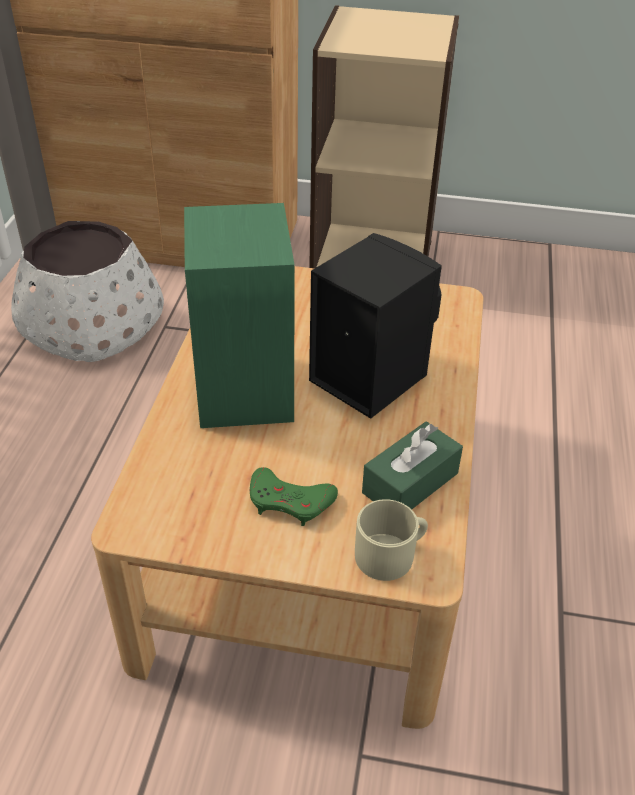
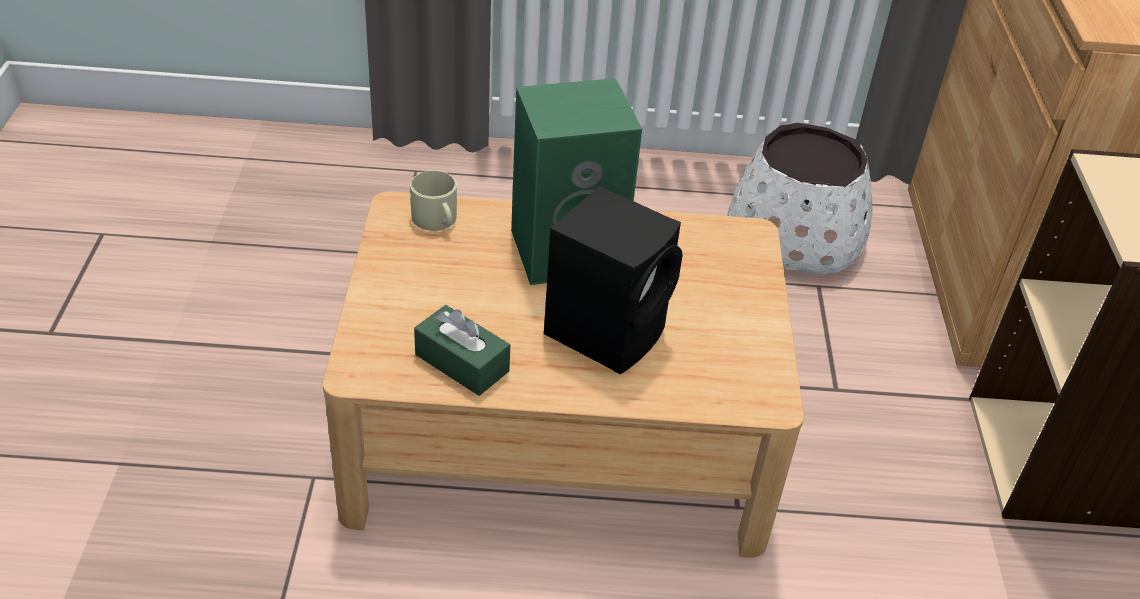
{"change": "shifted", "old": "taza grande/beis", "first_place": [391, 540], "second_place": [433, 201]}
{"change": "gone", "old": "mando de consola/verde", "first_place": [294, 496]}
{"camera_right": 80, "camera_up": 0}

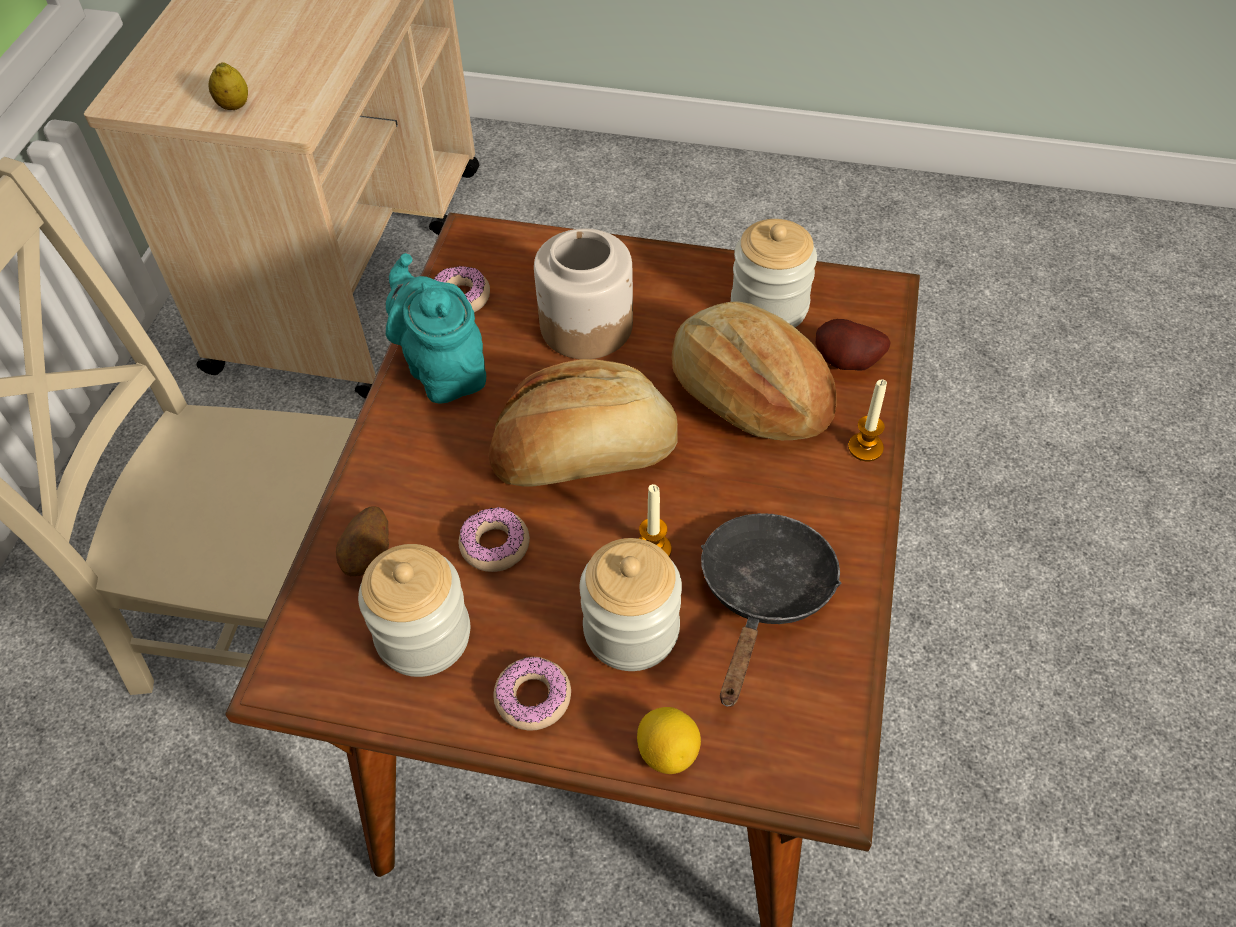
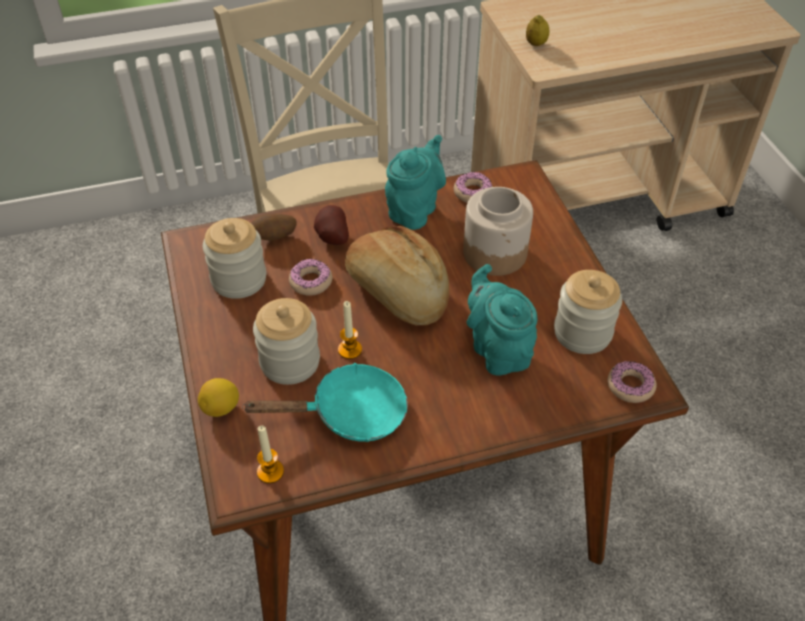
{"change": "repainted", "old": "sartén/negro", "new": "sartén/turquesa", "first_place": [771, 610], "second_place": [325, 402]}
{"change": "shifted", "old": "vela", "first_place": [867, 420], "second_place": [270, 455]}
{"change": "shifted", "old": "patata", "first_place": [853, 345], "second_place": [331, 225]}
{"change": "swapped", "old": "pan", "new": "tetera/turquesa", "first_place": [754, 370], "second_place": [502, 319]}
{"change": "shifted", "old": "rosquilla", "first_place": [532, 693], "second_place": [632, 382]}
{"camera_right": 60, "camera_up": -5}

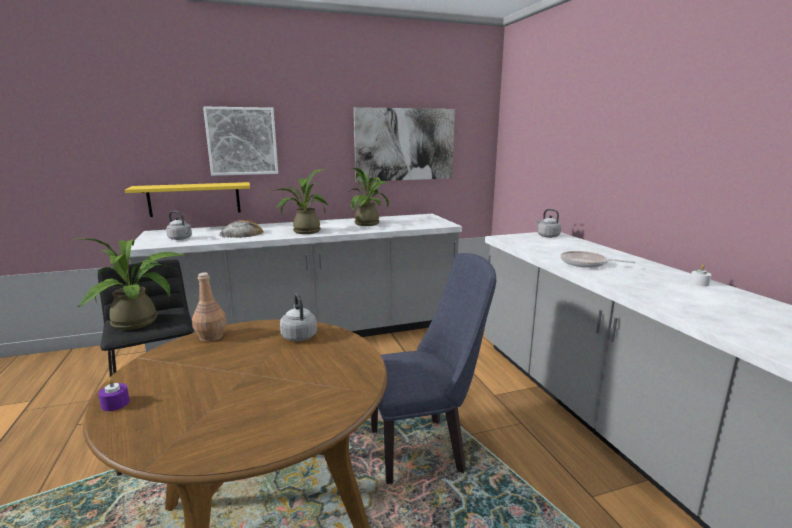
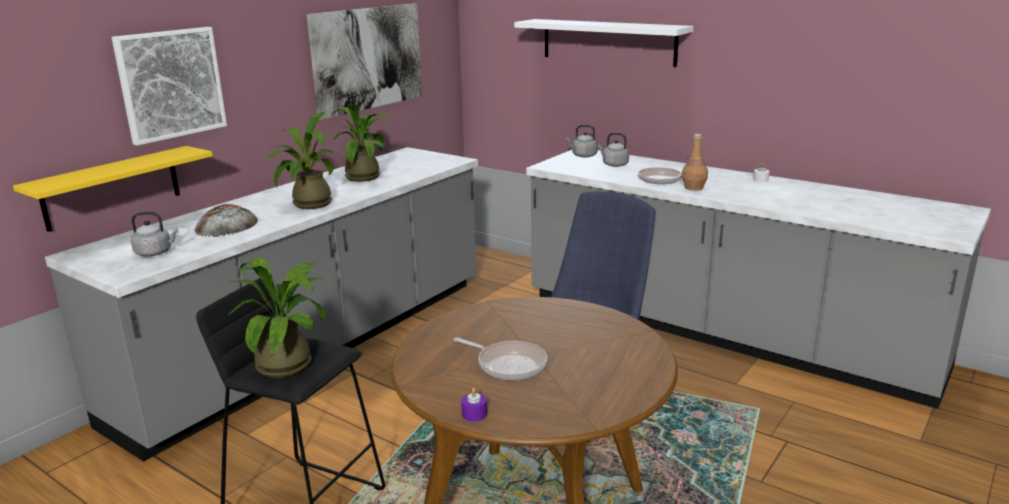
{"change": "new", "new": "sartén", "second_place": [500, 358]}
{"change": "new", "new": "estante/blanco", "second_place": [604, 43]}
{"change": "shifted", "old": "hervidor/gris", "first_place": [298, 317], "second_place": [613, 150]}
{"change": "shifted", "old": "botella/marrón", "first_place": [209, 307], "second_place": [695, 162]}
{"camera_right": -35, "camera_up": 5}

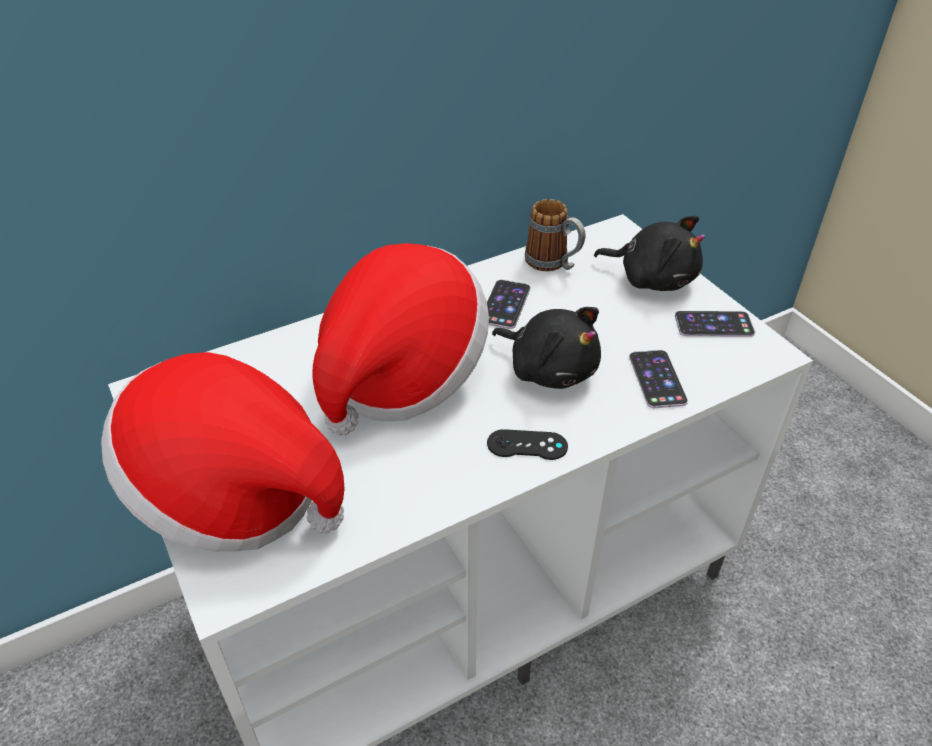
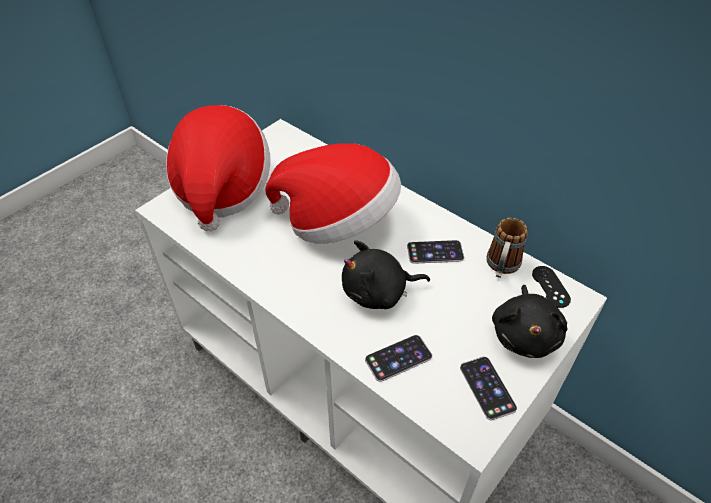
{"change": "rotated", "old": "peluche/negro", "first_place": [546, 348], "second_place": [386, 274], "degrees": 60}
{"change": "shifted", "old": "mando de consola/negro", "first_place": [527, 444], "second_place": [551, 287]}
{"camera_right": 70, "camera_up": 5}

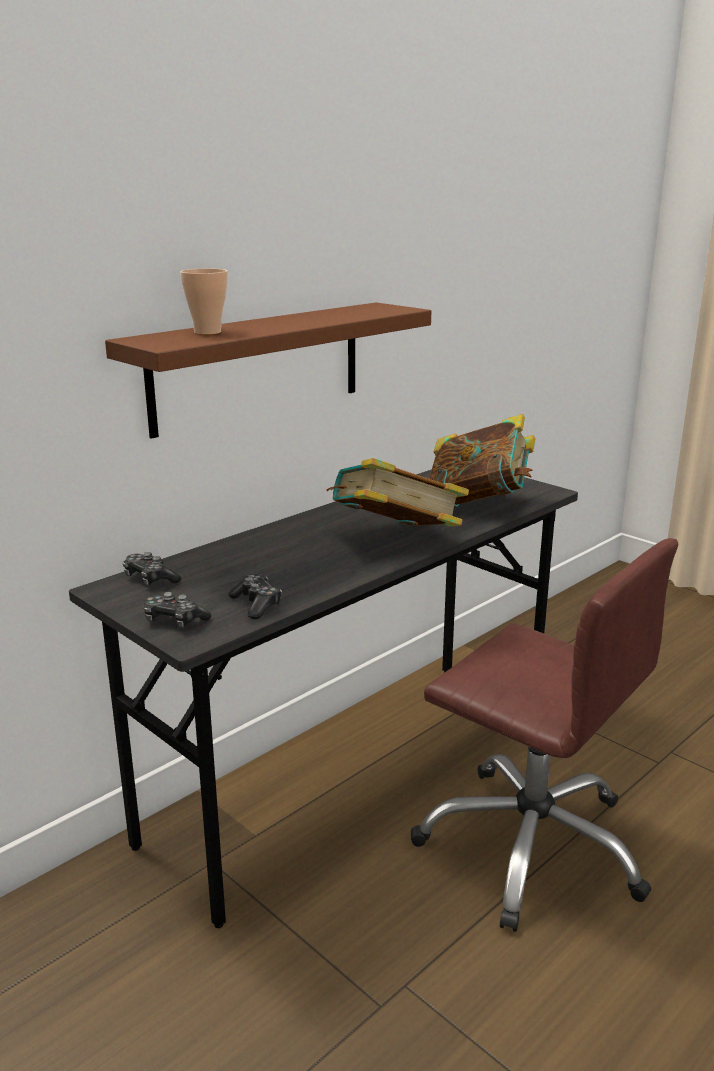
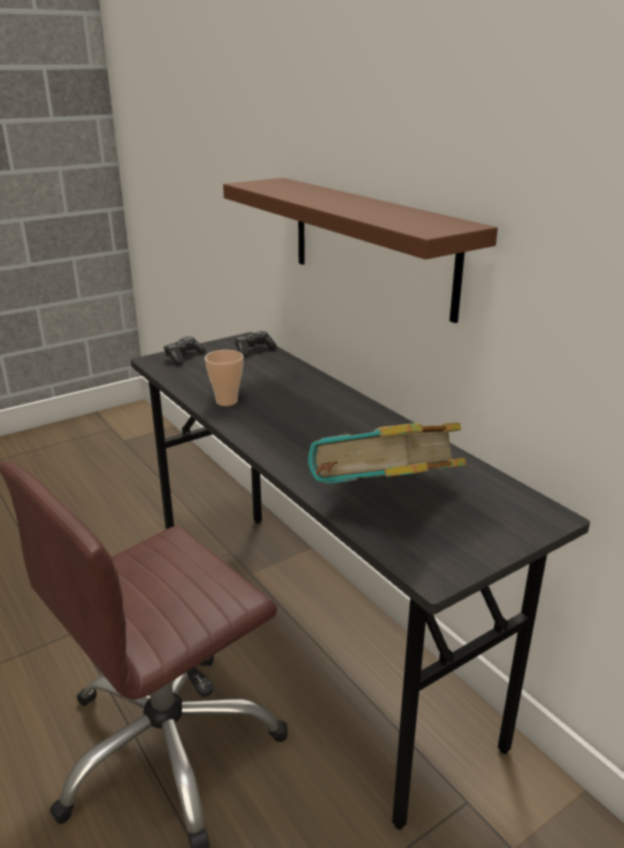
{"change": "shifted", "old": "taza", "first_place": [204, 302], "second_place": [224, 378]}
{"change": "gone", "old": "mando de consola", "first_place": [255, 596]}
{"change": "gone", "old": "libro", "first_place": [397, 492]}
{"camera_right": 100, "camera_up": 5}

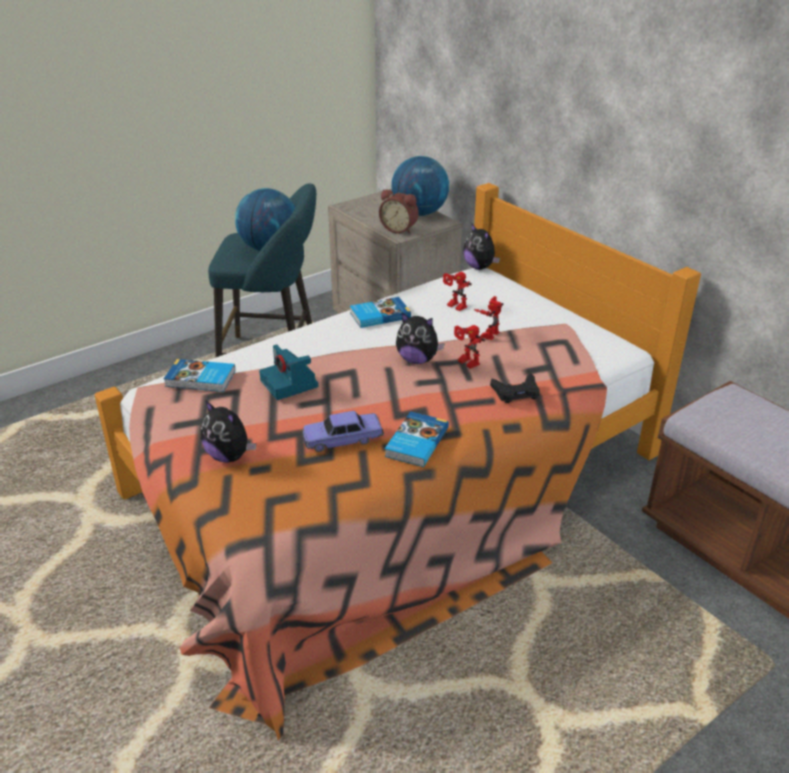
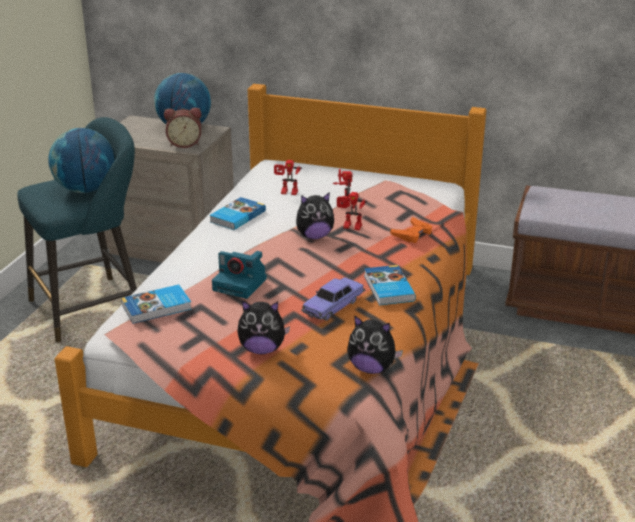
{"change": "shifted", "old": "peluche", "first_place": [481, 247], "second_place": [375, 344]}
{"change": "repainted", "old": "mando de consola/negro", "new": "mando de consola/naranja", "first_place": [515, 388], "second_place": [411, 230]}
{"camera_right": -35, "camera_up": -5}

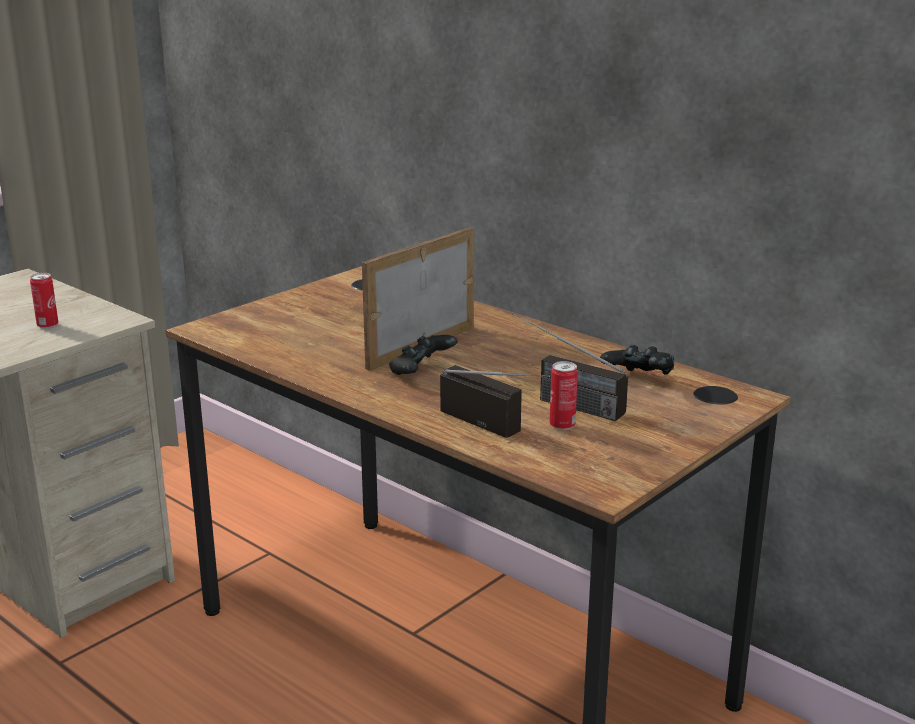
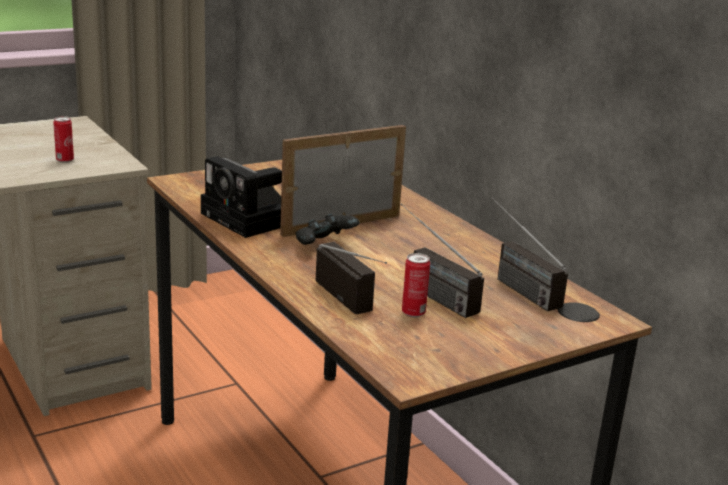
{"change": "new", "new": "cámara", "second_place": [241, 197]}
{"change": "swapped", "old": "mando de consola/negro", "new": "radio", "first_place": [637, 360], "second_place": [530, 254]}
{"camera_right": 15, "camera_up": 0}

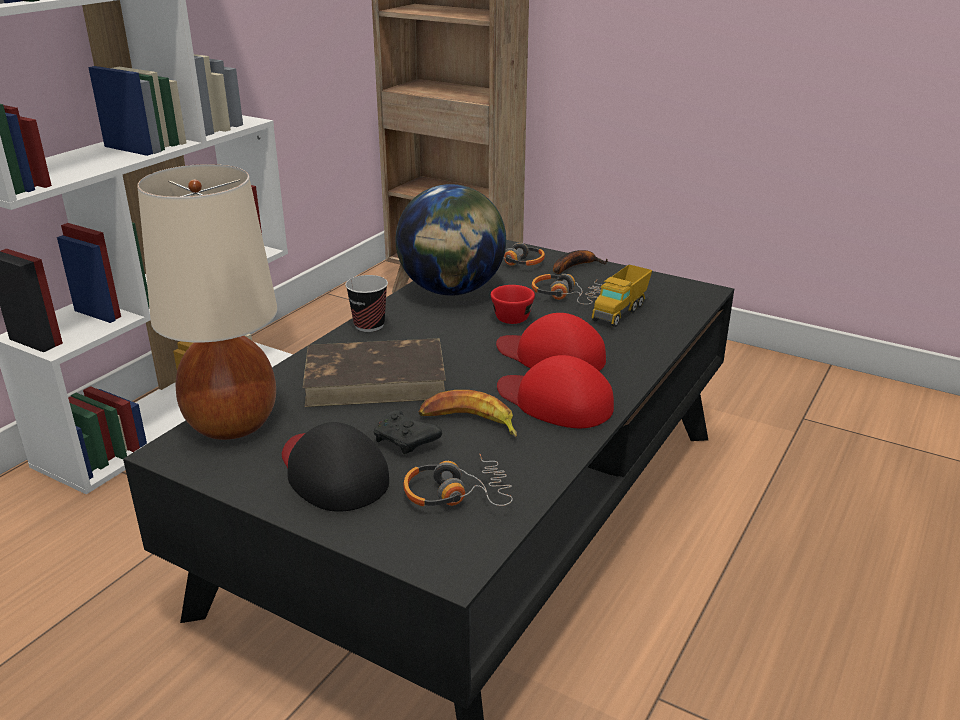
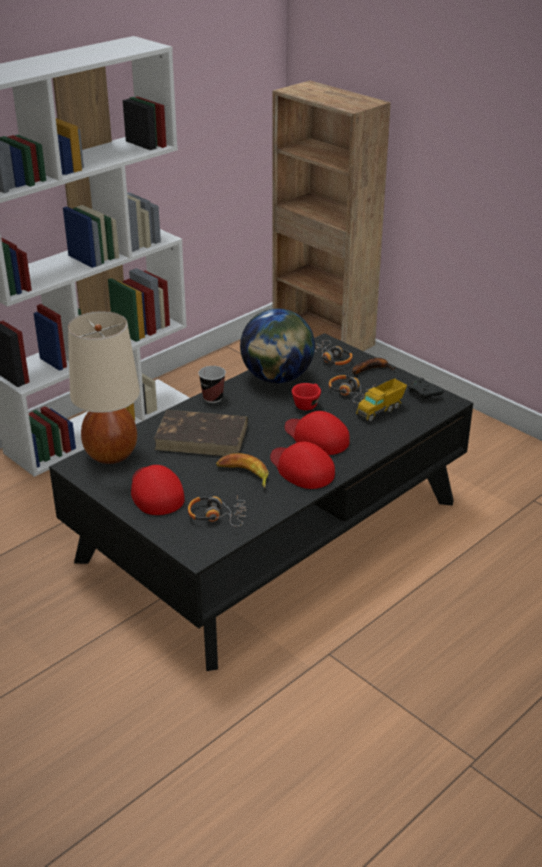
{"change": "repainted", "old": "gorra/negro", "new": "gorra/rojo", "first_place": [335, 467], "second_place": [158, 490]}
{"change": "shifted", "old": "mando de consola/negro", "first_place": [408, 432], "second_place": [425, 389]}
{"camera_right": 15, "camera_up": 5}

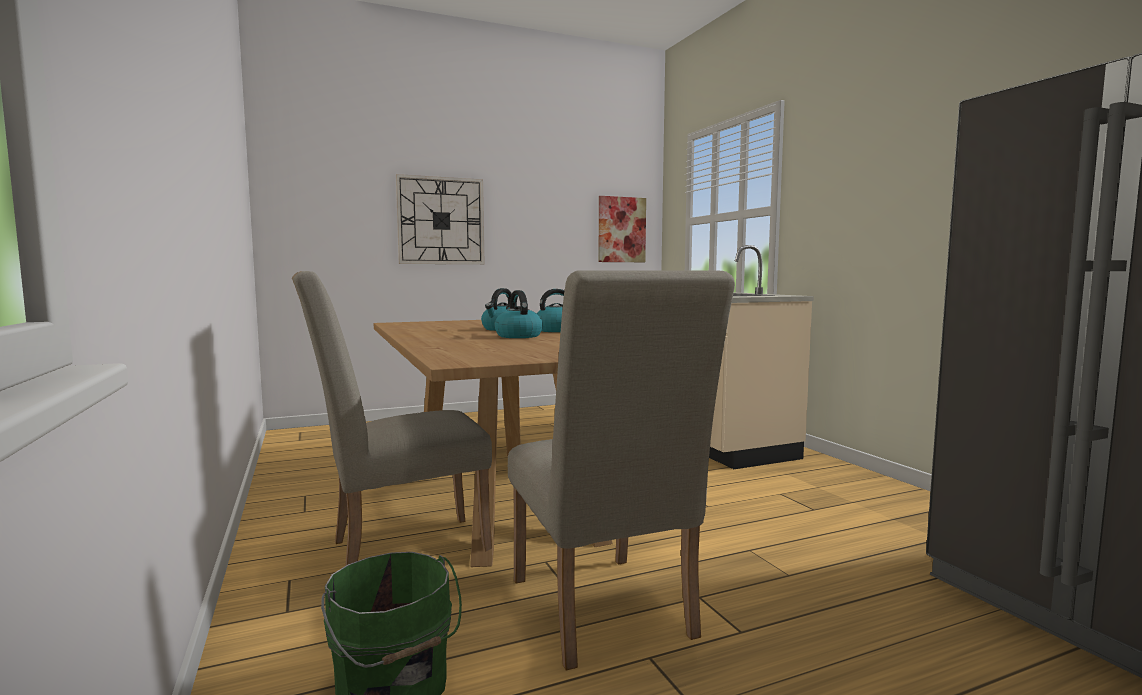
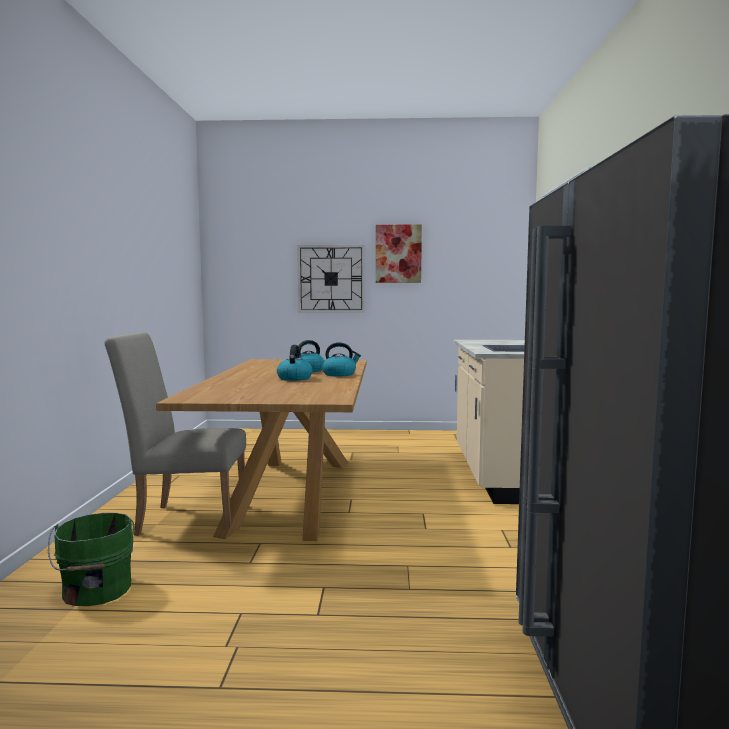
{"change": "shifted", "old": "cuadro", "first_place": [622, 229], "second_place": [399, 253]}
{"change": "gone", "old": "silla/beis", "first_place": [621, 470]}
{"camera_right": 25, "camera_up": 0}

